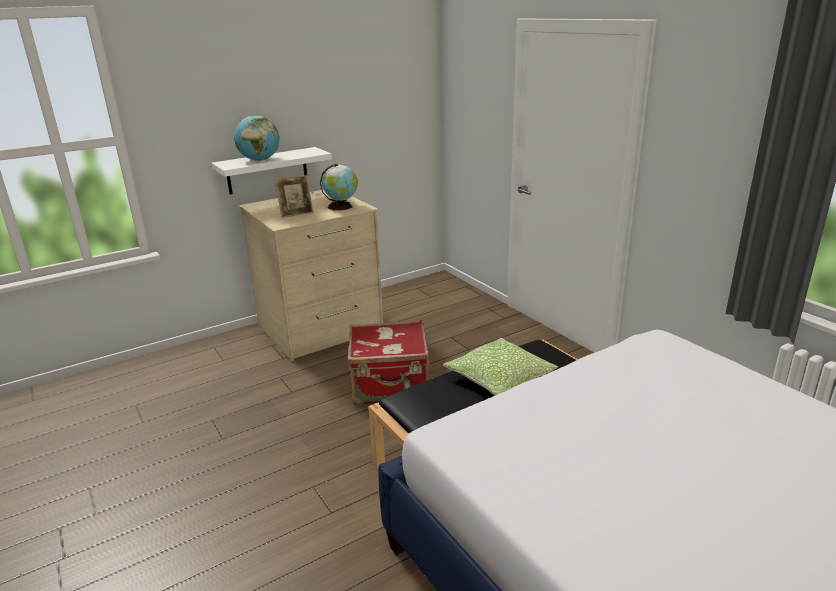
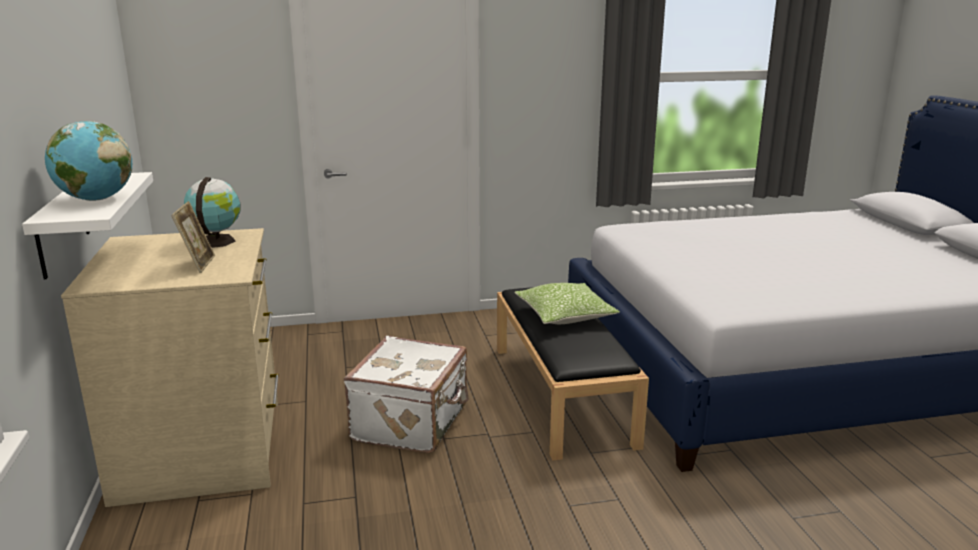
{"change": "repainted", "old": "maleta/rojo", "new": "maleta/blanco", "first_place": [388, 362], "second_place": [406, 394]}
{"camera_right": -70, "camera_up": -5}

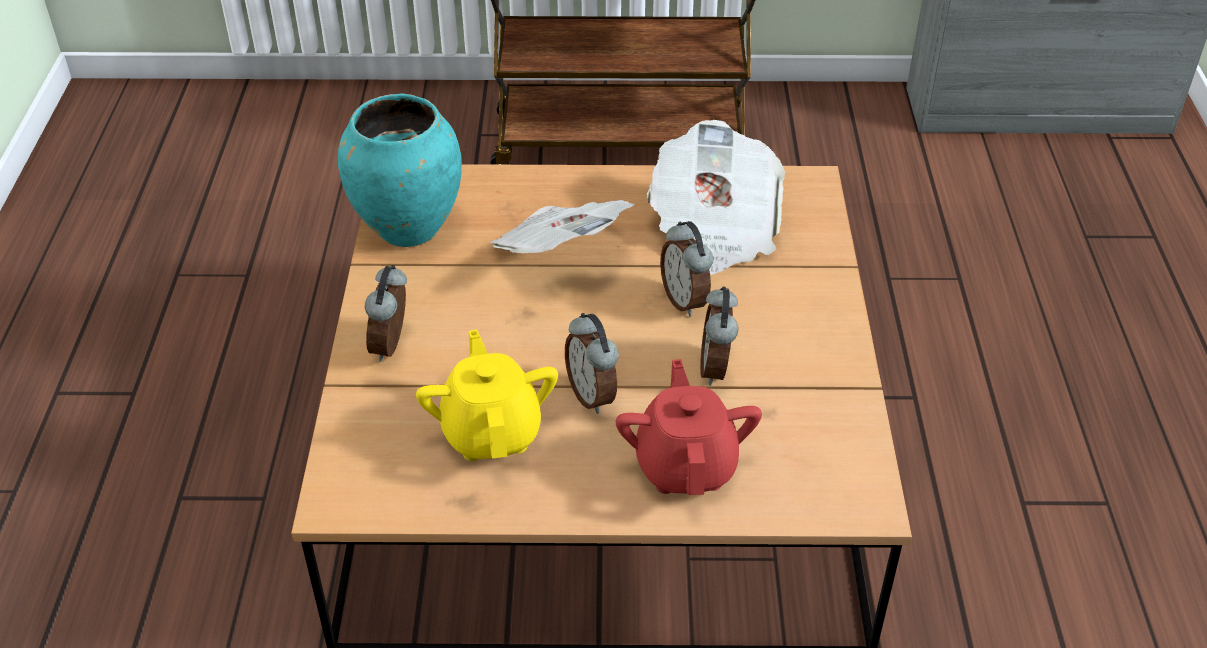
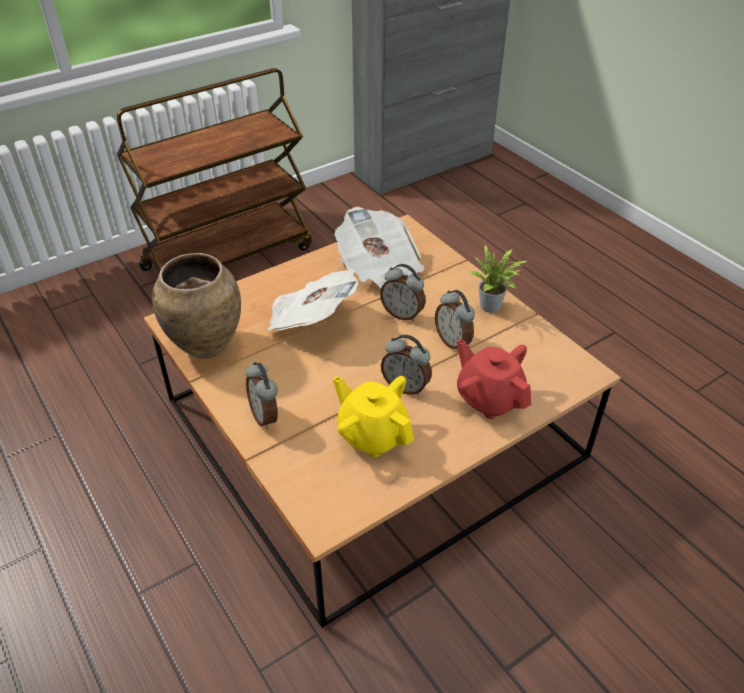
{"change": "repainted", "old": "florero/turquesa", "new": "florero/marrón", "first_place": [400, 170], "second_place": [196, 306]}
{"change": "new", "new": "planta en maceta", "second_place": [498, 278]}
{"camera_right": -35, "camera_up": 0}

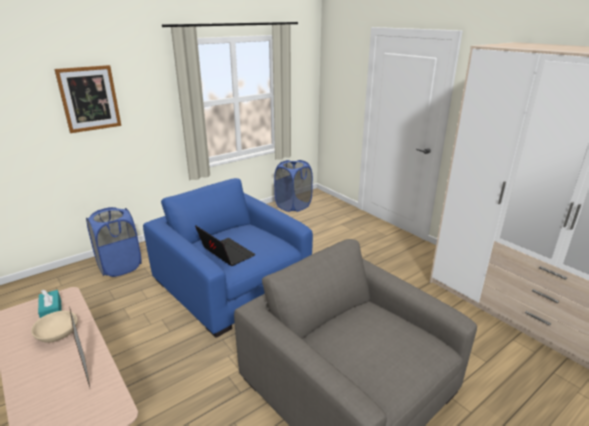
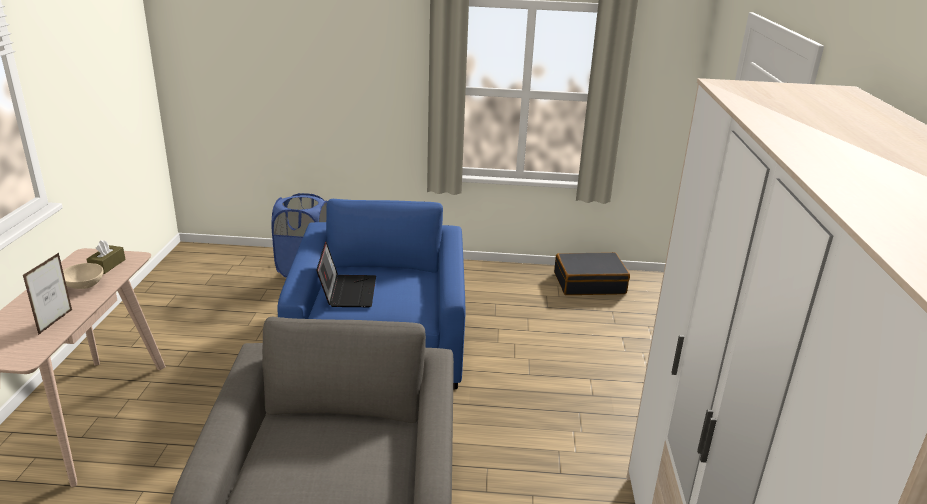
{"change": "repainted", "old": "caja de pañuelos/turquesa", "new": "caja de pañuelos/marrón", "first_place": [50, 304], "second_place": [106, 257]}
{"change": "swapped", "old": "cesto de la ropa/azul", "new": "maleta/negro", "first_place": [293, 186], "second_place": [592, 273]}
{"change": "gone", "old": "cuadro", "first_place": [87, 99]}
{"camera_right": 40, "camera_up": 0}

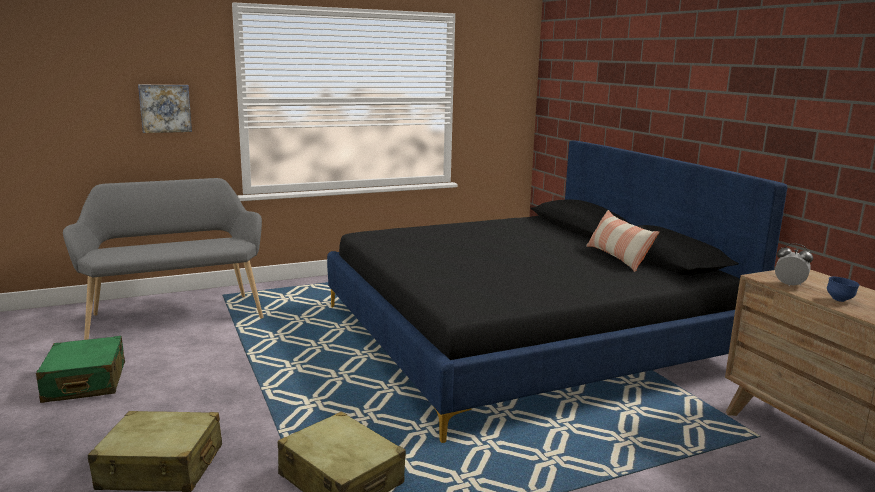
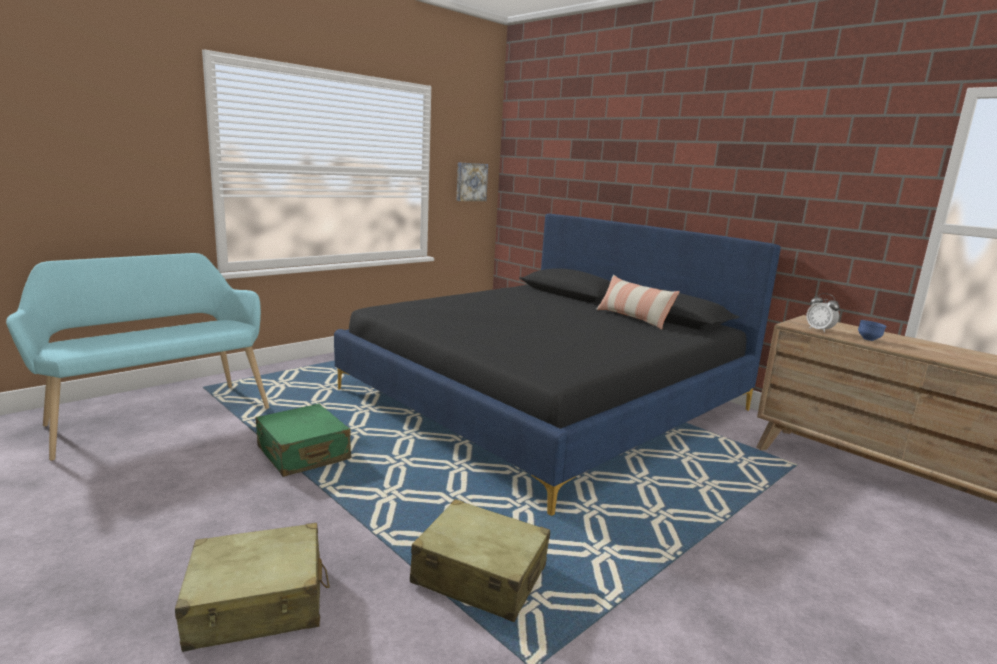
{"change": "repainted", "old": "banco/gris", "new": "banco/turquesa", "first_place": [163, 259], "second_place": [137, 357]}
{"change": "shifted", "old": "maleta/verde", "first_place": [80, 369], "second_place": [303, 440]}
{"change": "shifted", "old": "cuadro", "first_place": [165, 109], "second_place": [472, 181]}
{"change": "rotated", "old": "despertador", "first_place": [794, 264], "second_place": [823, 313], "degrees": -135}
{"camera_right": -20, "camera_up": 0}

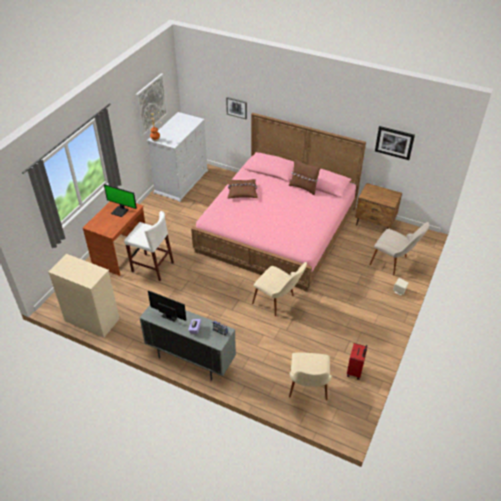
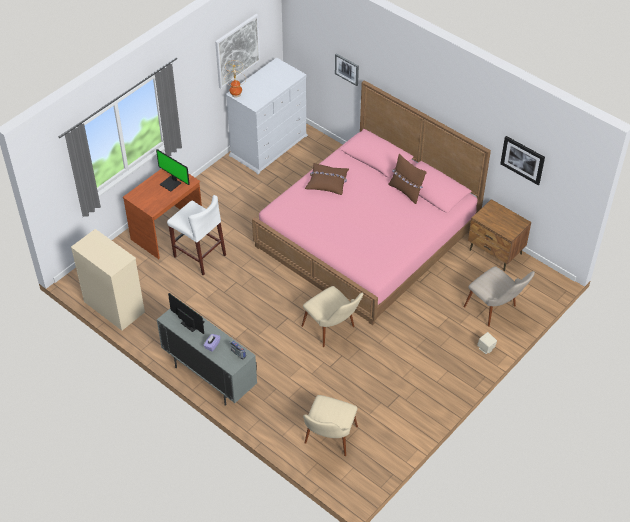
{"change": "gone", "old": "maleta/rojo", "first_place": [357, 361]}
{"camera_right": 15, "camera_up": 5}

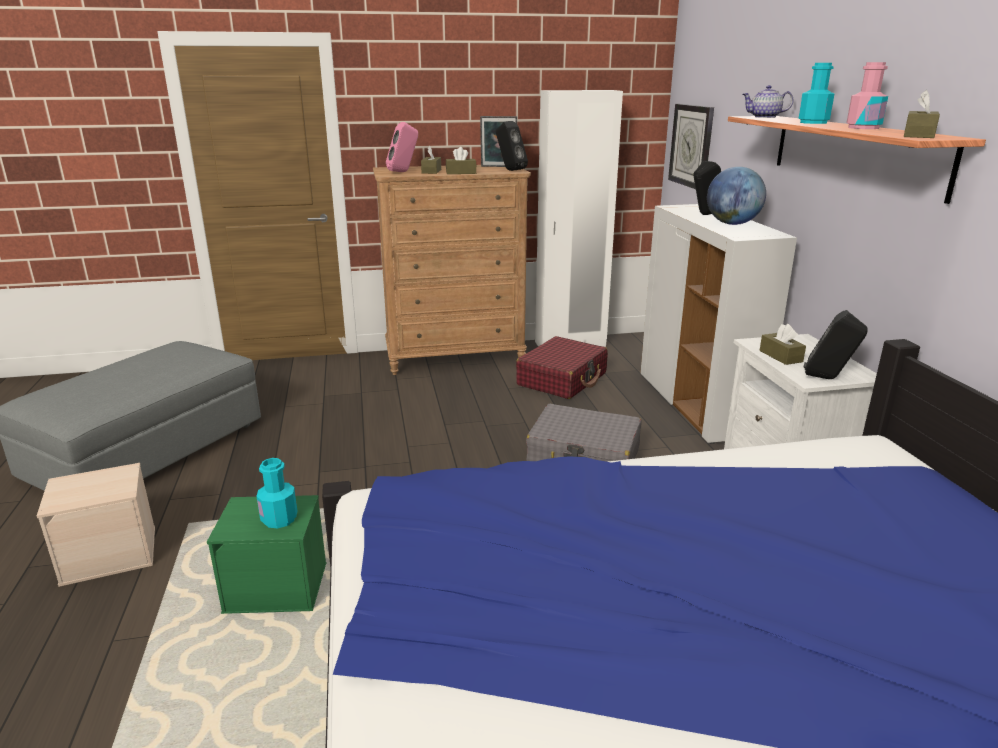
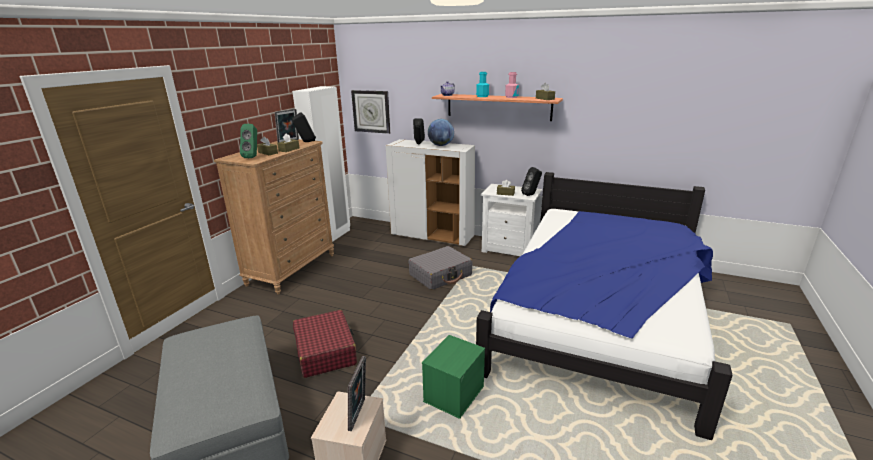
{"change": "repainted", "old": "altavoz/rosa", "new": "altavoz/verde", "first_place": [402, 147], "second_place": [248, 141]}
{"change": "shifted", "old": "maleta/rojo", "first_place": [562, 367], "second_place": [325, 344]}
{"change": "new", "new": "portarretratos", "second_place": [357, 393]}
{"change": "gone", "old": "botella/turquesa", "first_place": [276, 493]}
{"camera_right": -55, "camera_up": 0}

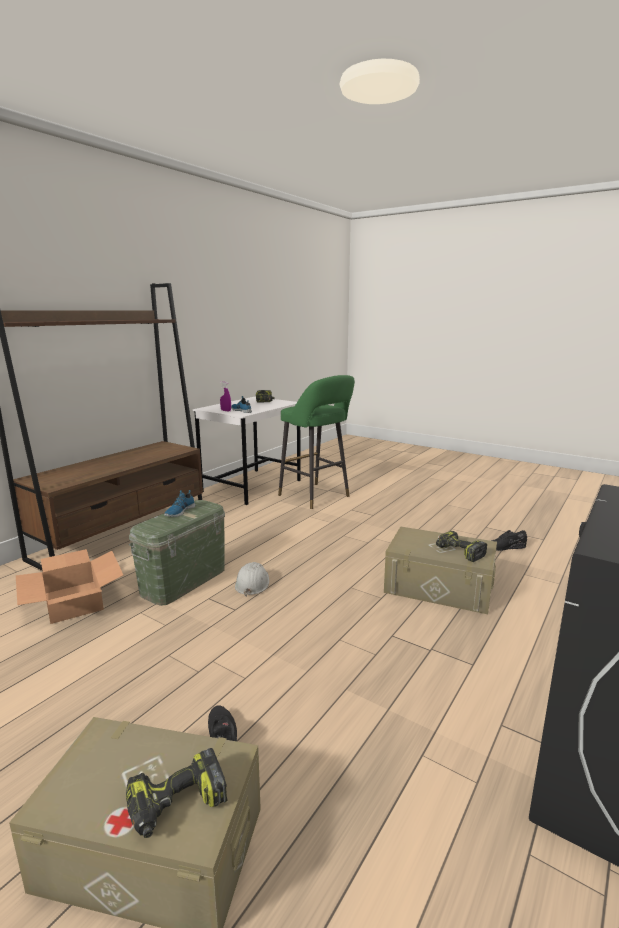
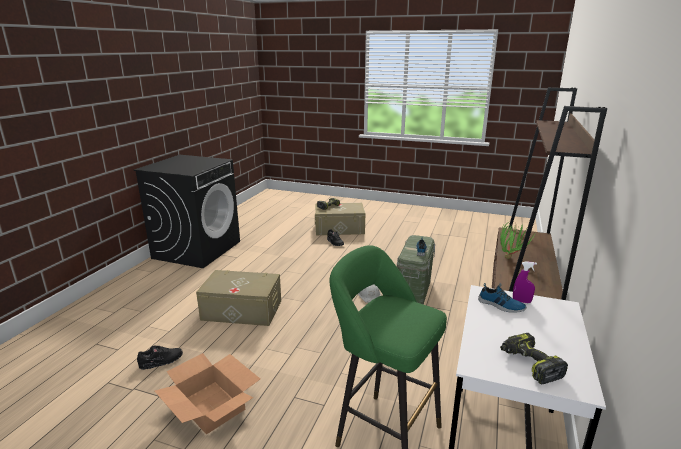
{"change": "shifted", "old": "caja de cartón", "first_place": [69, 586], "second_place": [207, 393]}
{"change": "new", "new": "planta en maceta", "second_place": [516, 240]}
{"change": "gone", "old": "taladro", "first_place": [461, 546]}
{"camera_right": 165, "camera_up": 5}

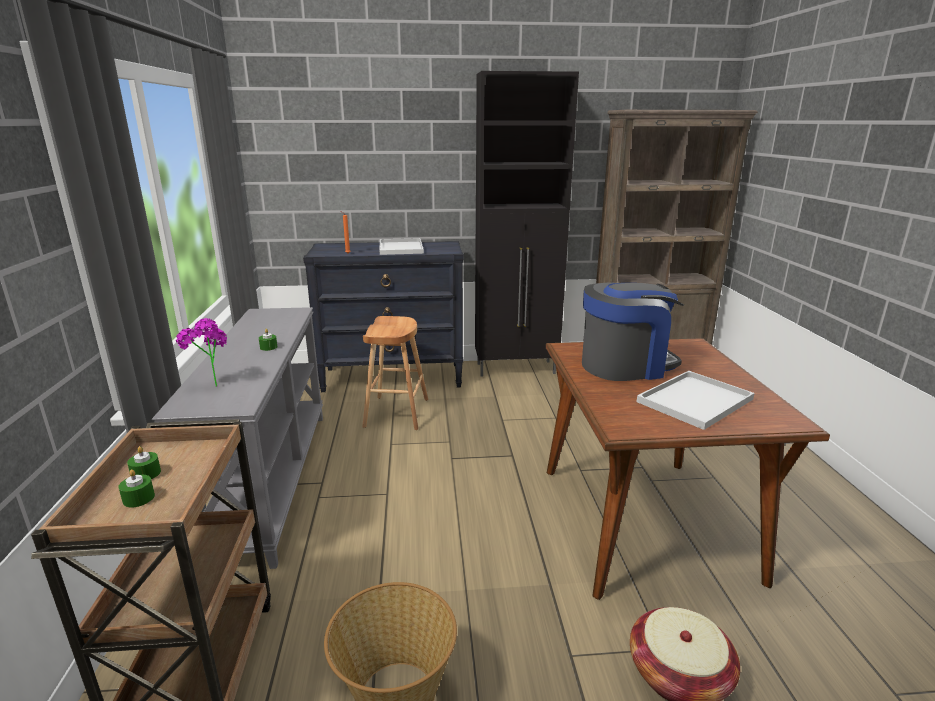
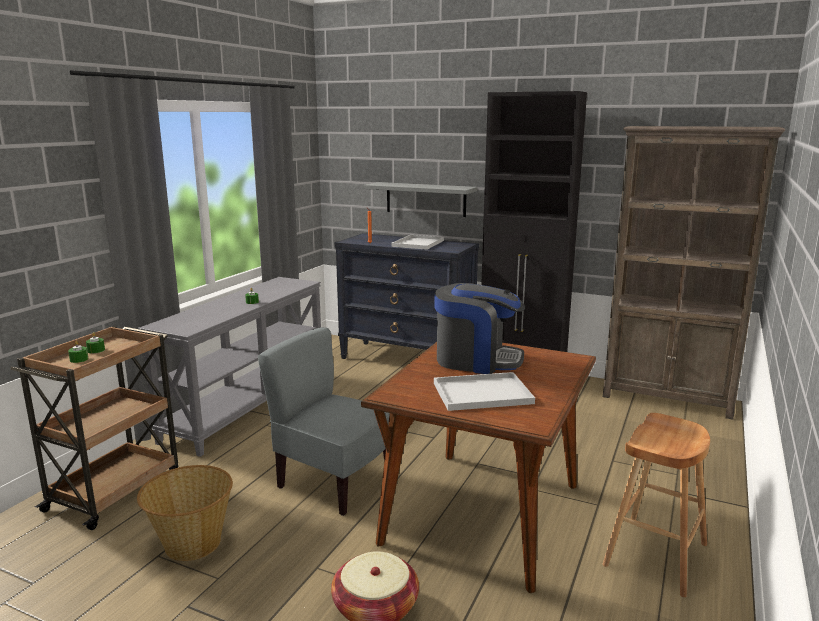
{"change": "new", "new": "silla/gris", "second_place": [324, 421]}
{"change": "new", "new": "estante/gris", "second_place": [420, 199]}
{"change": "shifted", "old": "taburete/marrón", "first_place": [395, 373], "second_place": [656, 505]}
{"change": "gone", "old": "planta en maceta", "first_place": [201, 352]}
{"camera_right": 30, "camera_up": -5}

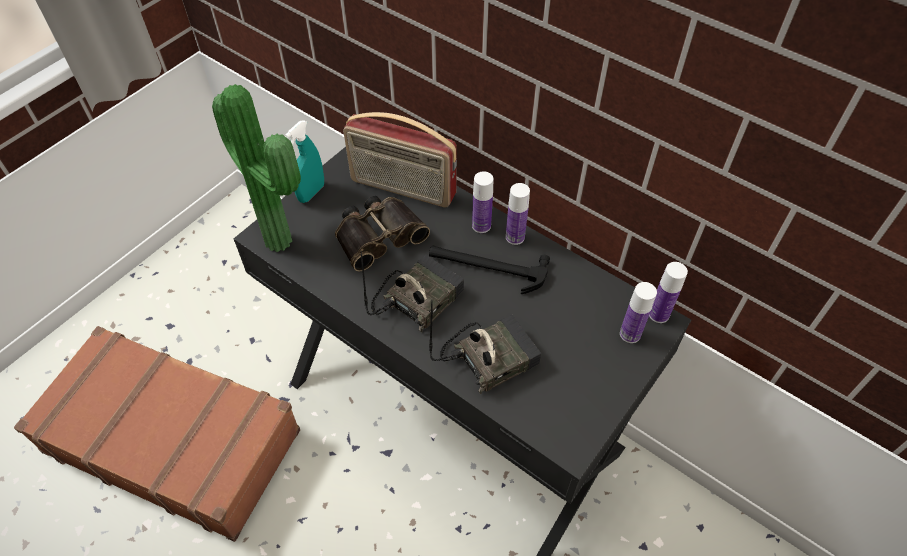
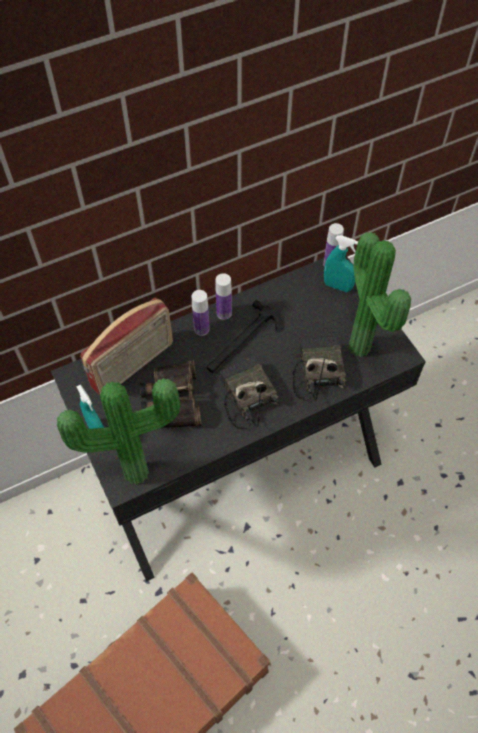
{"change": "swapped", "old": "botella", "new": "pulverizador/turquesa", "first_place": [638, 312], "second_place": [341, 263]}
{"change": "new", "new": "planta en maceta", "second_place": [380, 294]}
{"camera_right": -65, "camera_up": 5}

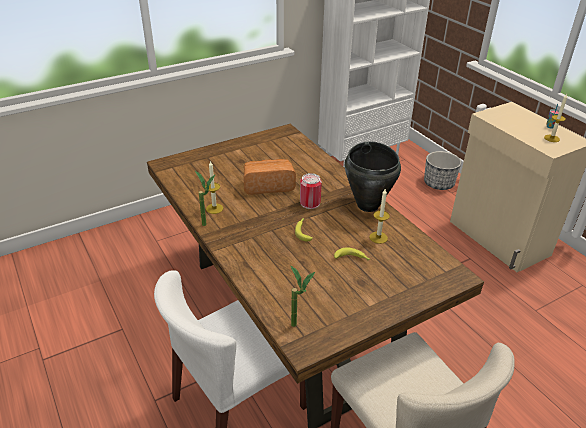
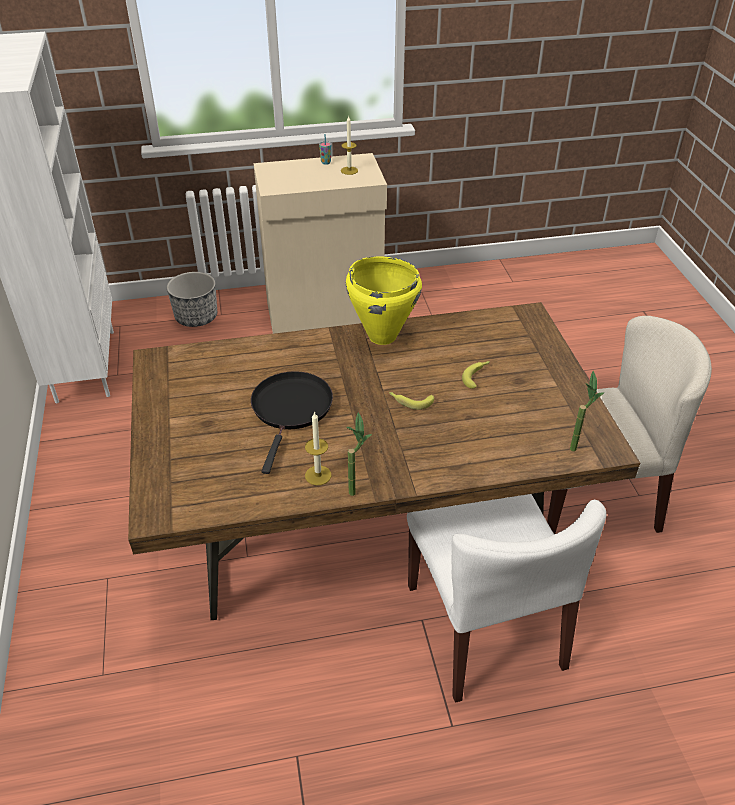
{"change": "swapped", "old": "pan", "new": "sartén/negro", "first_place": [270, 177], "second_place": [292, 422]}
{"change": "repainted", "old": "olla/negro", "new": "olla/amarillo", "first_place": [373, 176], "second_place": [384, 300]}
{"change": "gone", "old": "lata", "first_place": [311, 191]}
{"change": "gone", "old": "vela", "first_place": [379, 216]}
{"camera_right": -70, "camera_up": 5}

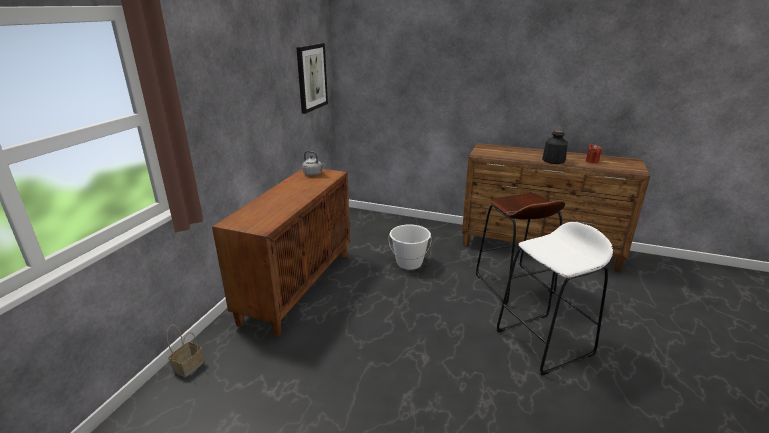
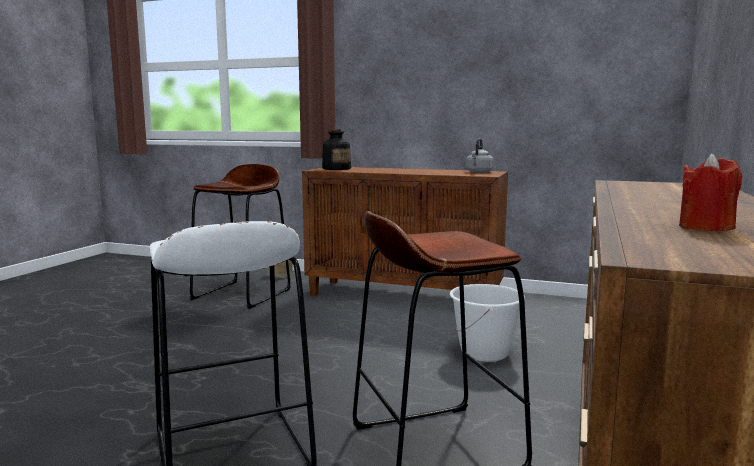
{"change": "new", "new": "taburete/marrón", "second_place": [240, 236]}
{"change": "shifted", "old": "botella", "first_place": [555, 147], "second_place": [336, 149]}
{"change": "gone", "old": "cuadro", "first_place": [312, 78]}
{"camera_right": 90, "camera_up": -15}

